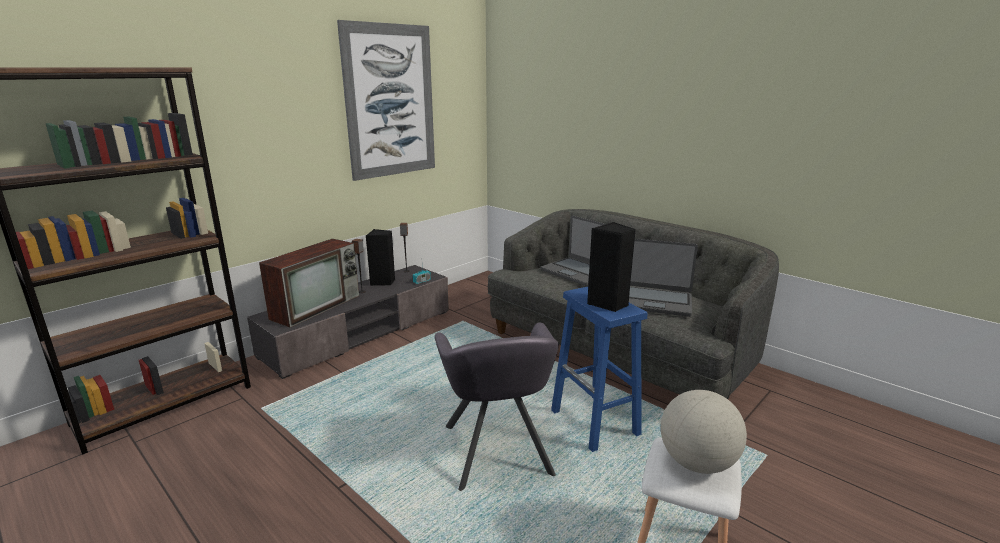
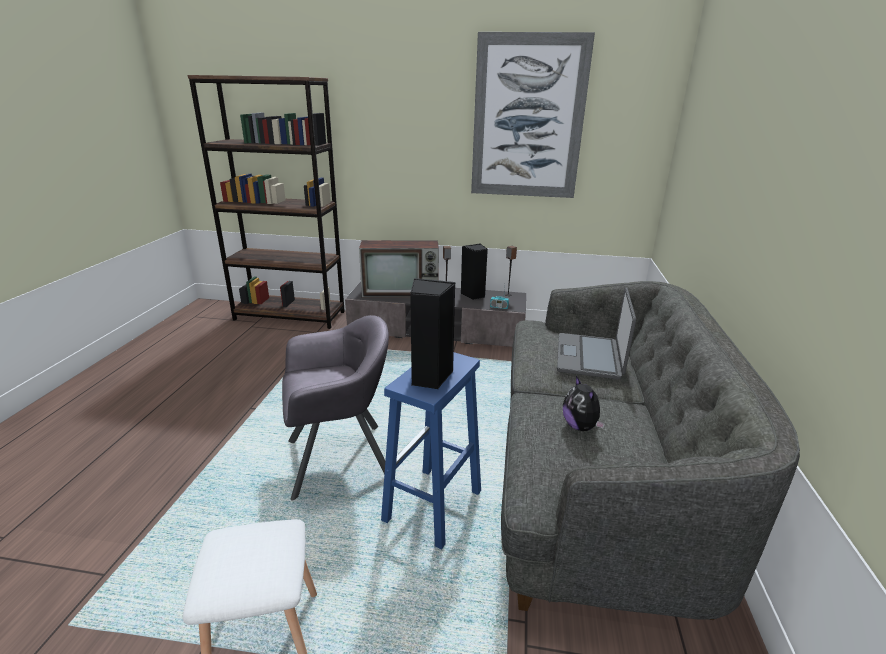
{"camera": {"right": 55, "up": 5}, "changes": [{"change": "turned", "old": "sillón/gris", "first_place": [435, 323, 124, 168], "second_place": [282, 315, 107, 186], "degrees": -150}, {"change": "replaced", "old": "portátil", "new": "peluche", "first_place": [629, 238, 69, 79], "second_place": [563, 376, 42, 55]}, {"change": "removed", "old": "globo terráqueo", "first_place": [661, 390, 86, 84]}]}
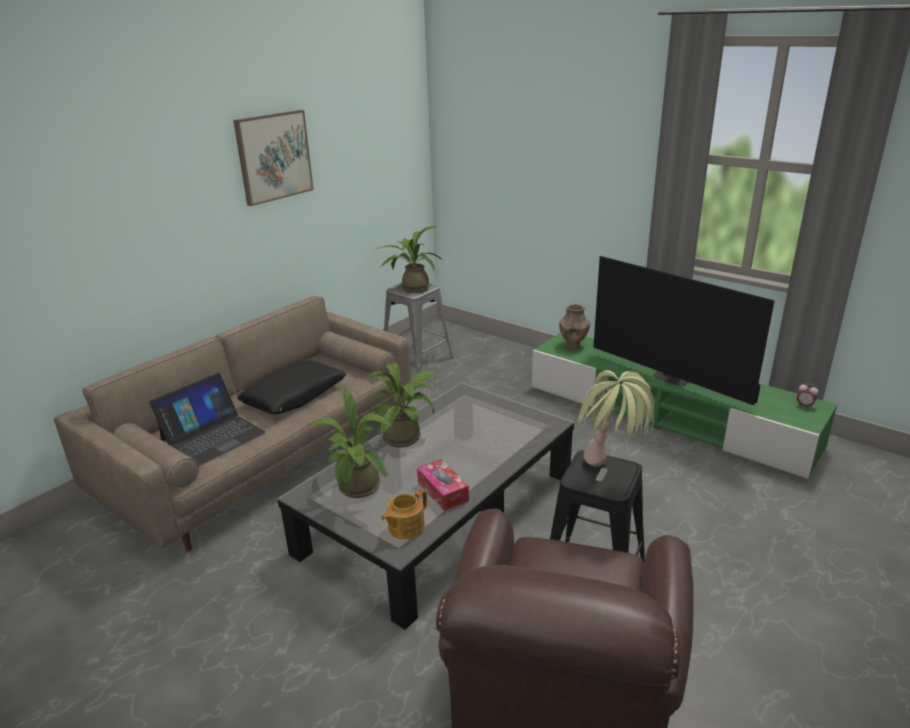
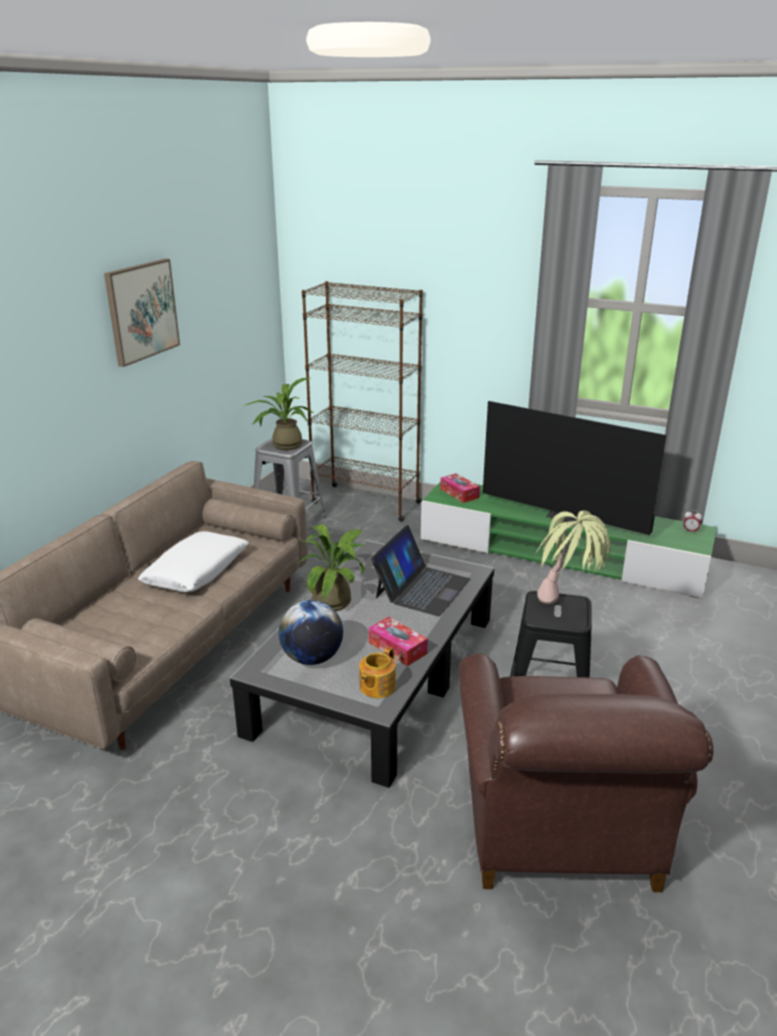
{"camera": {"right": -15, "up": 0}, "changes": [{"change": "recoloured", "old": "cojín/negro", "new": "cojín/blanco", "first_place": [237, 360, 109, 54], "second_place": [138, 531, 111, 61]}, {"change": "replaced", "old": "planta en maceta", "new": "globo terráqueo", "first_place": [307, 388, 86, 110], "second_place": [279, 600, 64, 65]}, {"change": "added", "new": "estantería/marrón", "second_place": [302, 281, 121, 241]}, {"change": "moved", "old": "portátil", "first_place": [149, 373, 117, 93], "second_place": [371, 525, 99, 91]}, {"change": "replaced", "old": "florero/marrón", "new": "caja de pañuelos", "first_place": [559, 304, 31, 46], "second_place": [440, 473, 40, 30]}]}
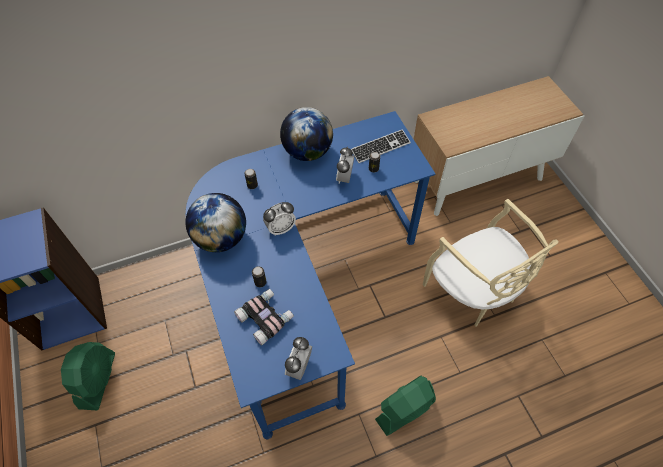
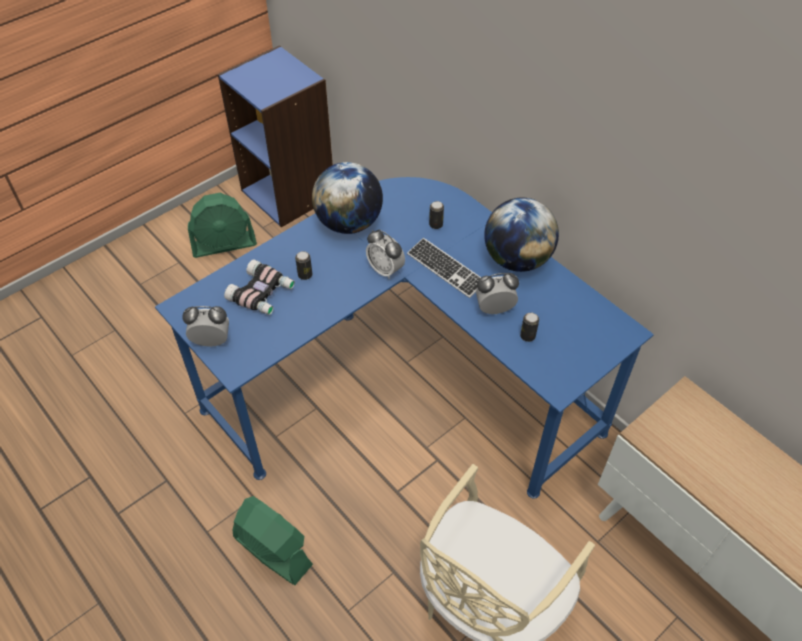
{"camera": {"right": 70, "up": -5}, "changes": [{"change": "moved", "old": "teclado", "first_place": [351, 129, 60, 34], "second_place": [407, 238, 74, 60]}]}
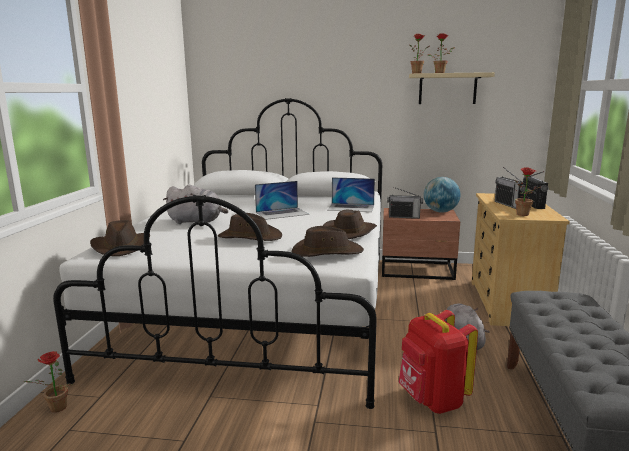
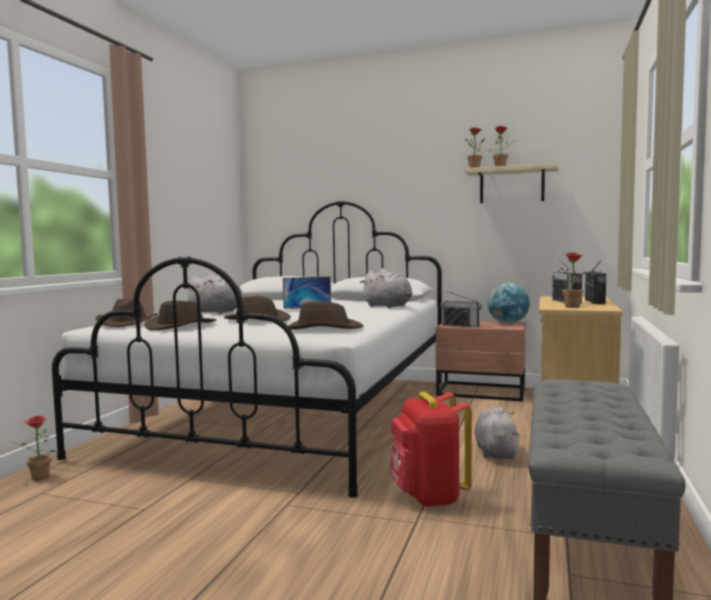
{"camera": {"right": 10, "up": -10}, "changes": [{"change": "moved", "old": "sombrero/marrón", "first_place": [323, 210, 54, 29], "second_place": [144, 301, 72, 29]}, {"change": "replaced", "old": "portátil", "new": "peluche/gris", "first_place": [327, 177, 48, 35], "second_place": [360, 268, 52, 40]}]}
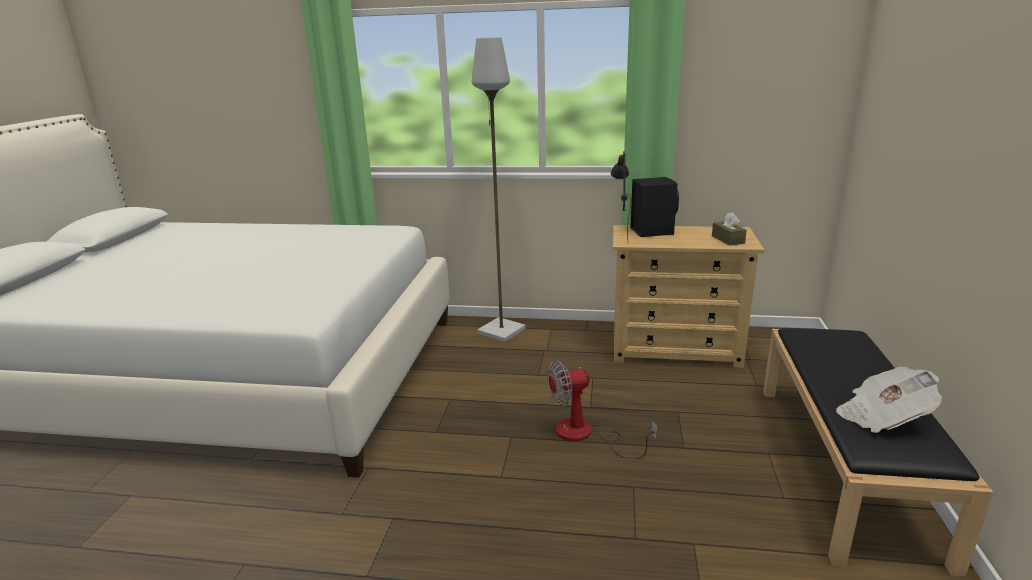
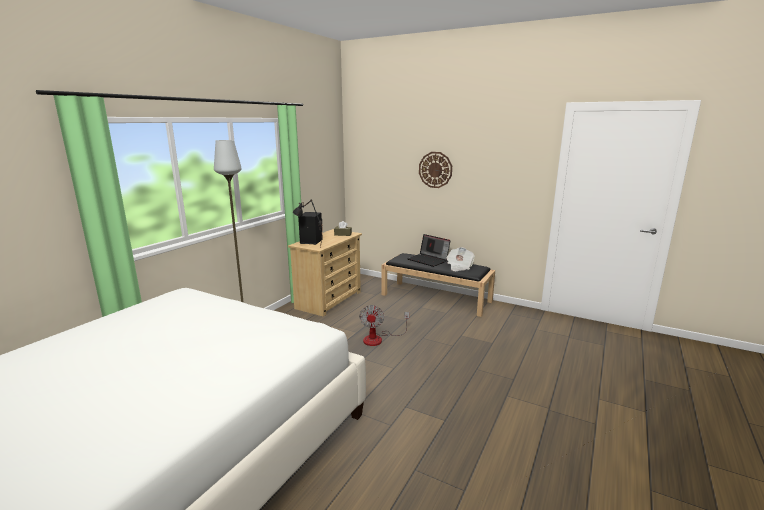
{"camera": {"right": -70, "up": -5}, "changes": [{"change": "added", "new": "portátil", "second_place": [407, 234, 44, 33]}, {"change": "added", "new": "reloj de pared", "second_place": [419, 152, 33, 36]}]}
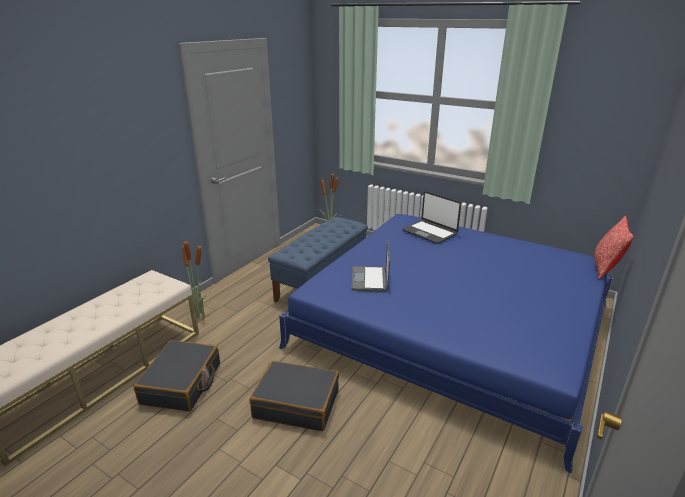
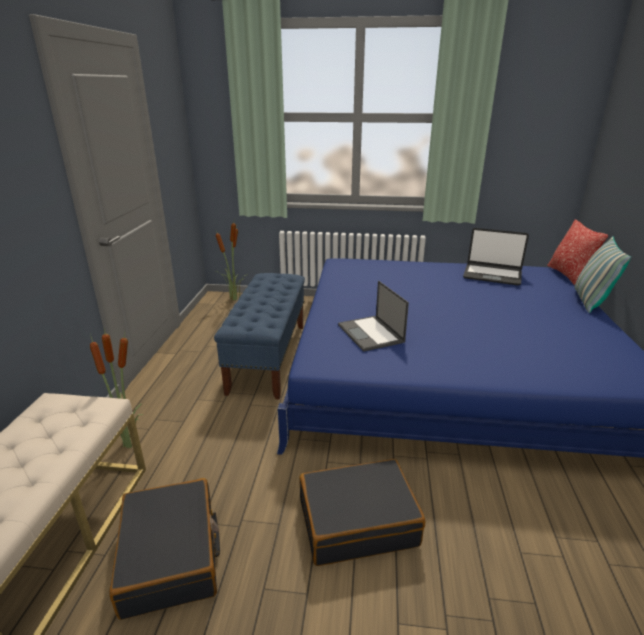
{"camera": {"right": -25, "up": 0}, "changes": [{"change": "moved", "old": "portátil", "first_place": [402, 191, 59, 53], "second_place": [463, 228, 66, 57]}, {"change": "added", "new": "cojín", "second_place": [575, 236, 56, 77]}]}
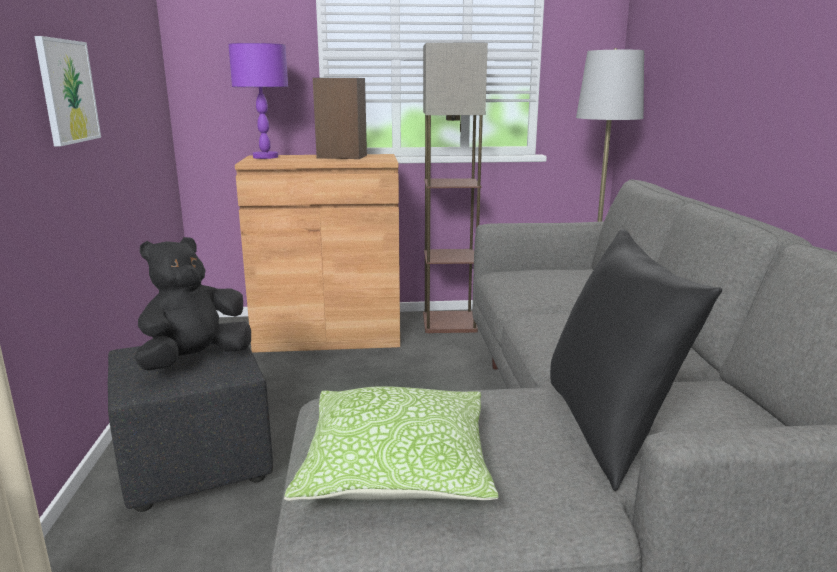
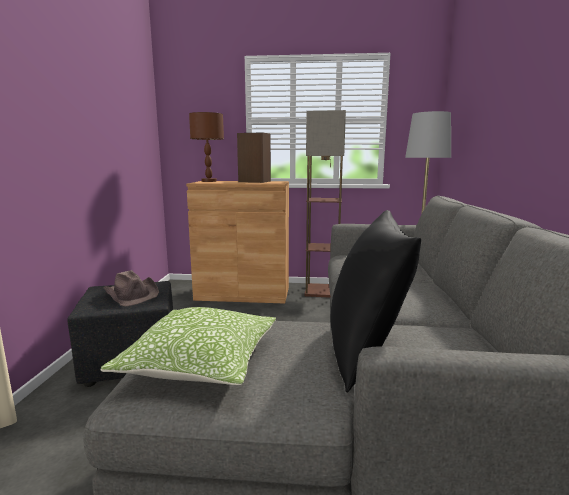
{"camera": {"right": 10, "up": -5}, "changes": [{"change": "replaced", "old": "peluche/negro", "new": "sombrero/marrón", "first_place": [135, 237, 116, 134], "second_place": [104, 270, 55, 36]}, {"change": "recoloured", "old": "lámpara de mesa/morado", "new": "lámpara de mesa/marrón", "first_place": [228, 43, 60, 116], "second_place": [189, 112, 35, 70]}, {"change": "removed", "old": "cuadro", "first_place": [34, 36, 67, 110]}]}
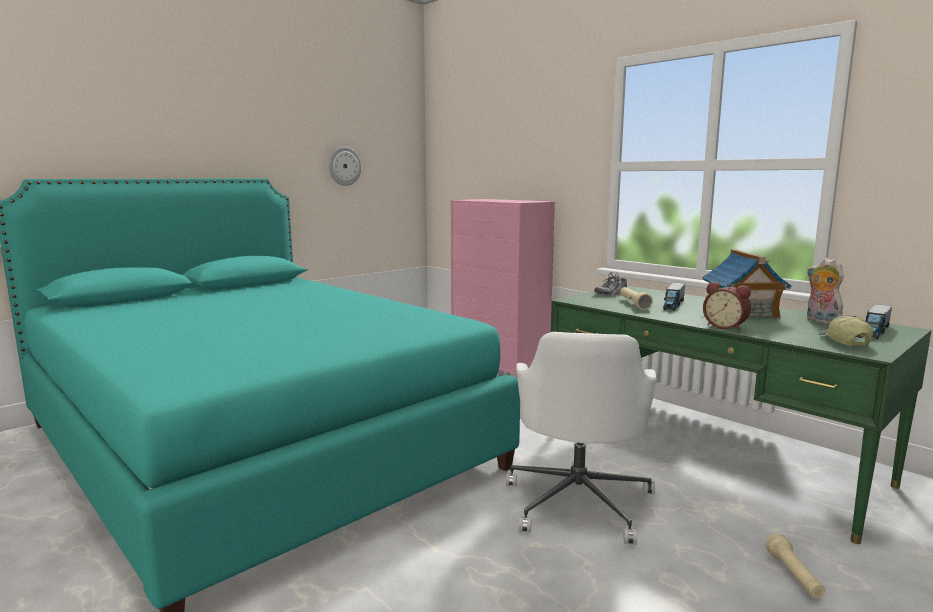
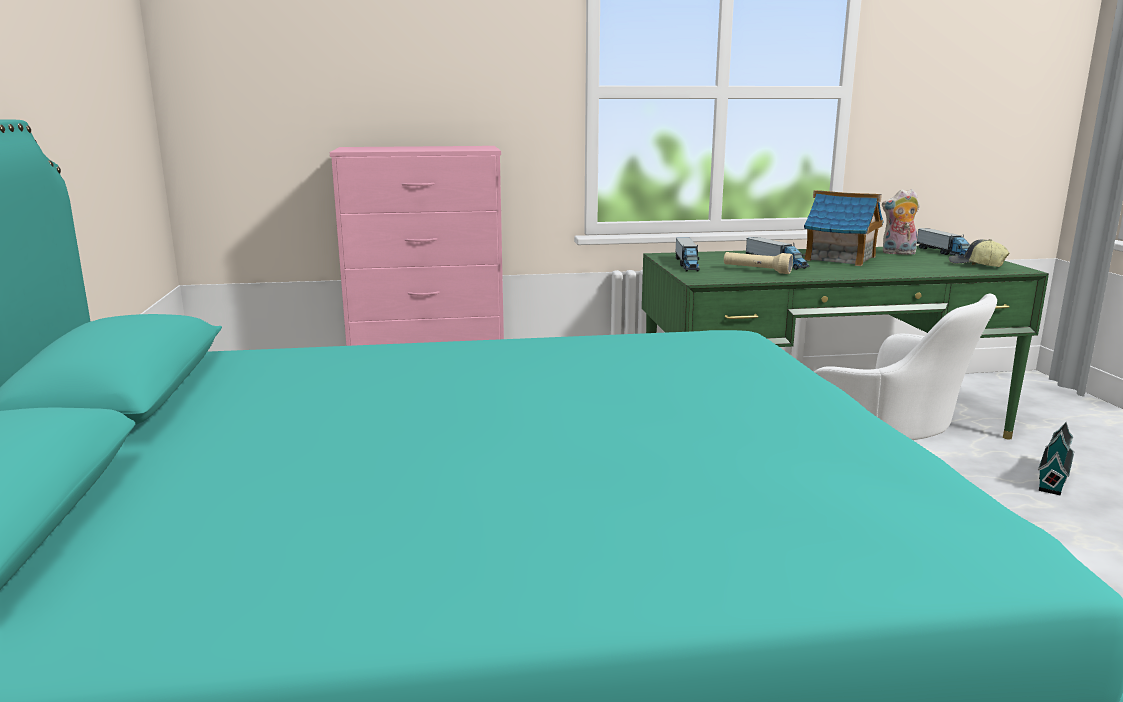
{"camera": {"right": -55, "up": 5}, "changes": [{"change": "replaced", "old": "zapato", "new": "camión de juguete", "first_place": [594, 272, 33, 24], "second_place": [676, 238, 24, 33]}, {"change": "replaced", "old": "linterna/beis", "new": "casita", "first_place": [766, 534, 59, 64], "second_place": [1038, 422, 37, 74]}, {"change": "removed", "old": "reloj de pared", "first_place": [328, 147, 34, 39]}, {"change": "removed", "old": "despertador", "first_place": [703, 282, 48, 49]}]}
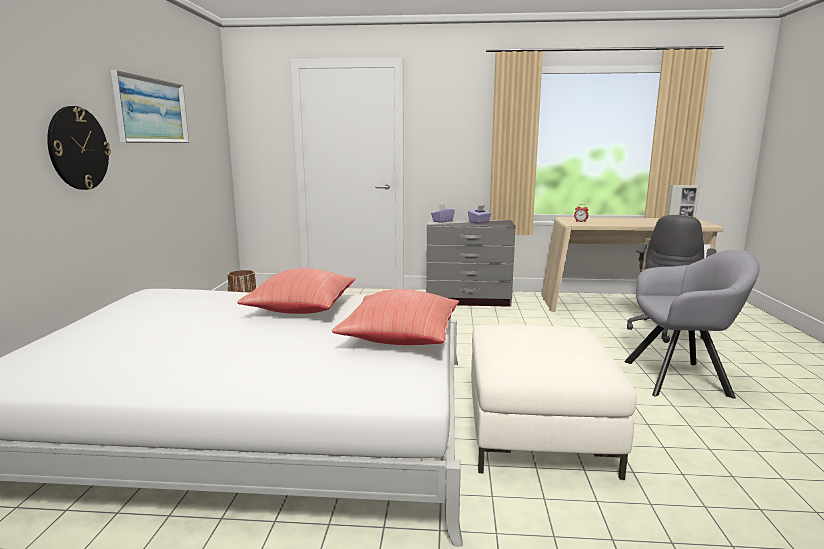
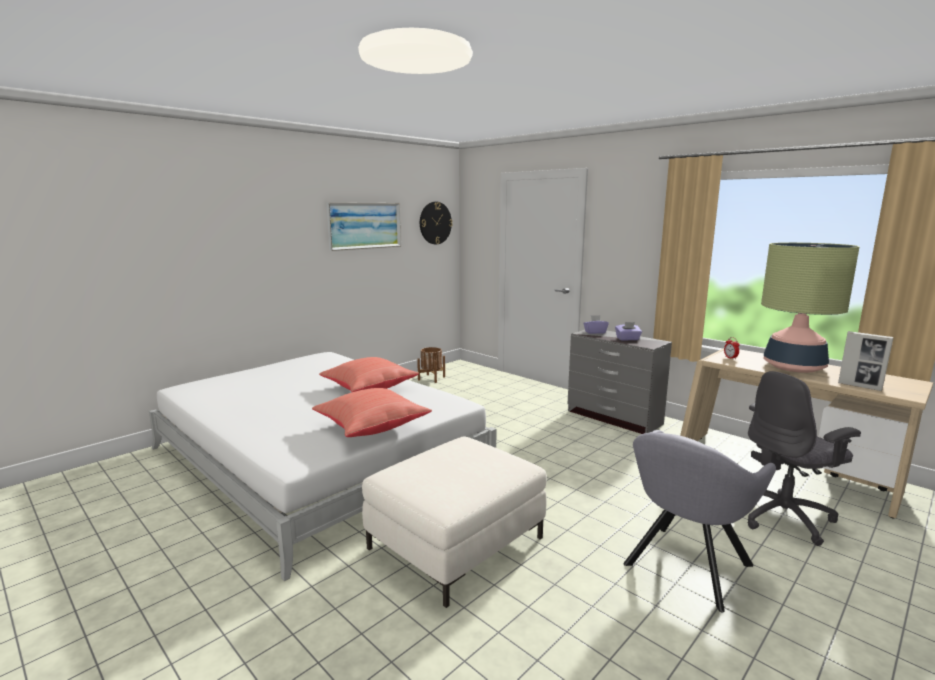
{"camera": {"right": 40, "up": 0}, "changes": [{"change": "moved", "old": "reloj de pared", "first_place": [47, 106, 64, 84], "second_place": [420, 202, 33, 42]}, {"change": "turned", "old": "sillón/gris", "first_place": [624, 250, 136, 149], "second_place": [624, 430, 152, 183], "degrees": 90}, {"change": "added", "new": "lámpara de mesa", "second_place": [761, 242, 99, 131]}]}
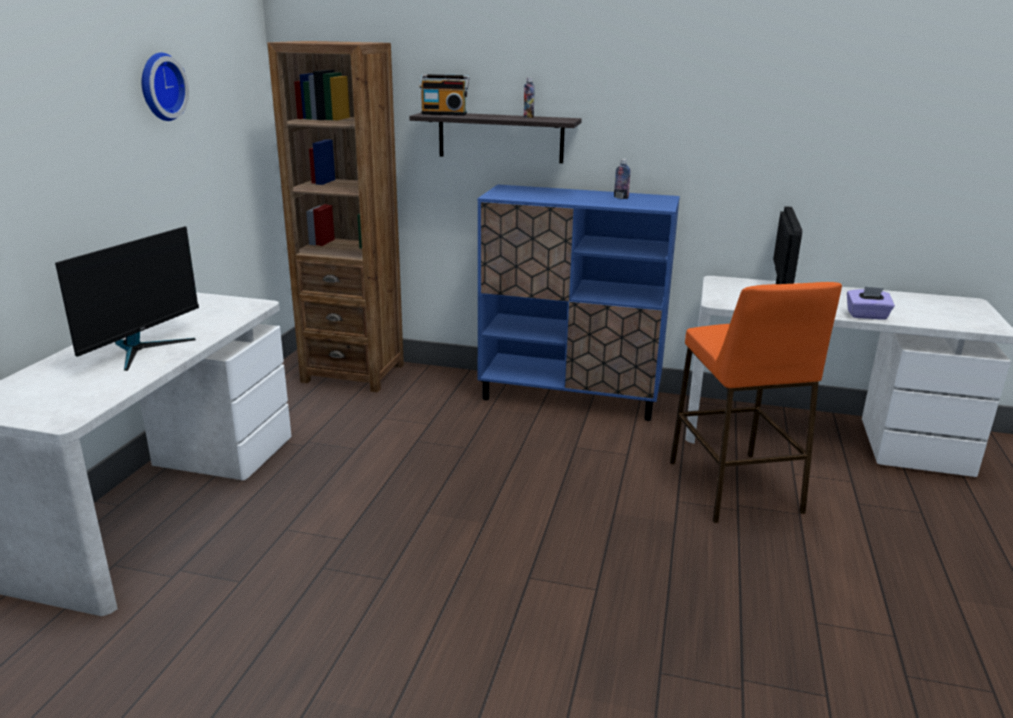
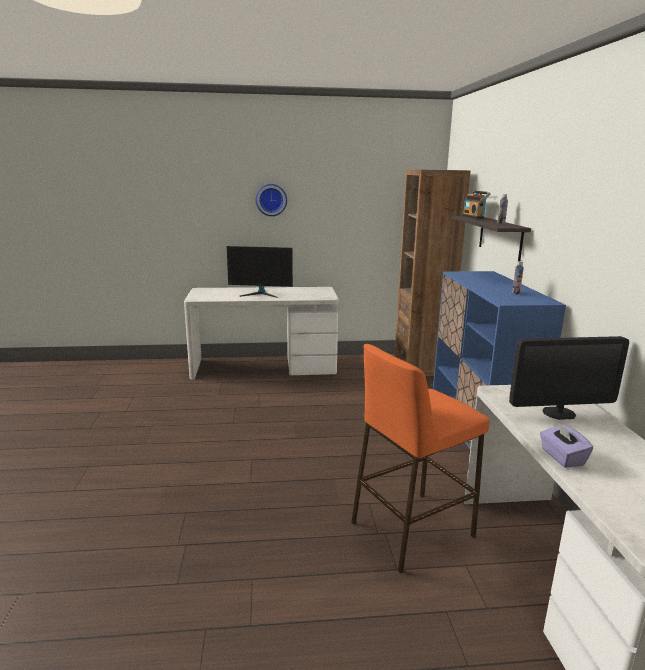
{"camera": {"right": 70, "up": -5}, "changes": [{"change": "moved", "old": "reloj de pared", "first_place": [142, 53, 47, 68], "second_place": [256, 184, 31, 32]}]}
